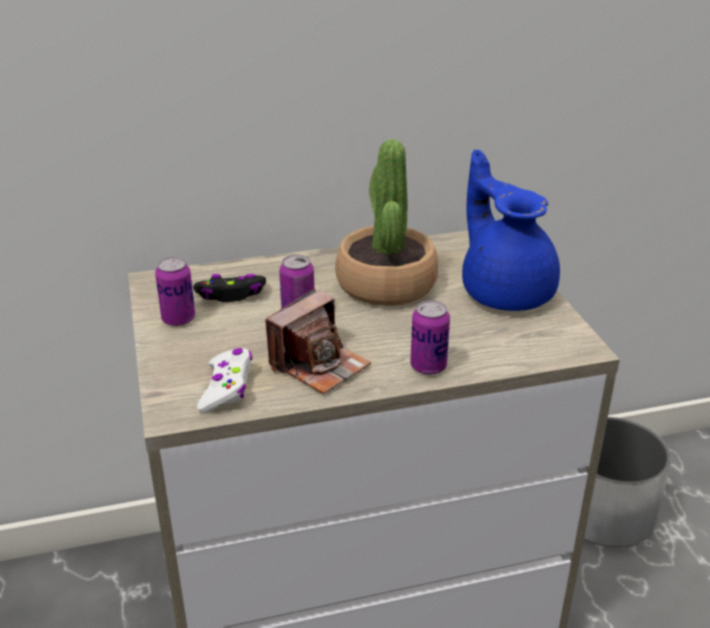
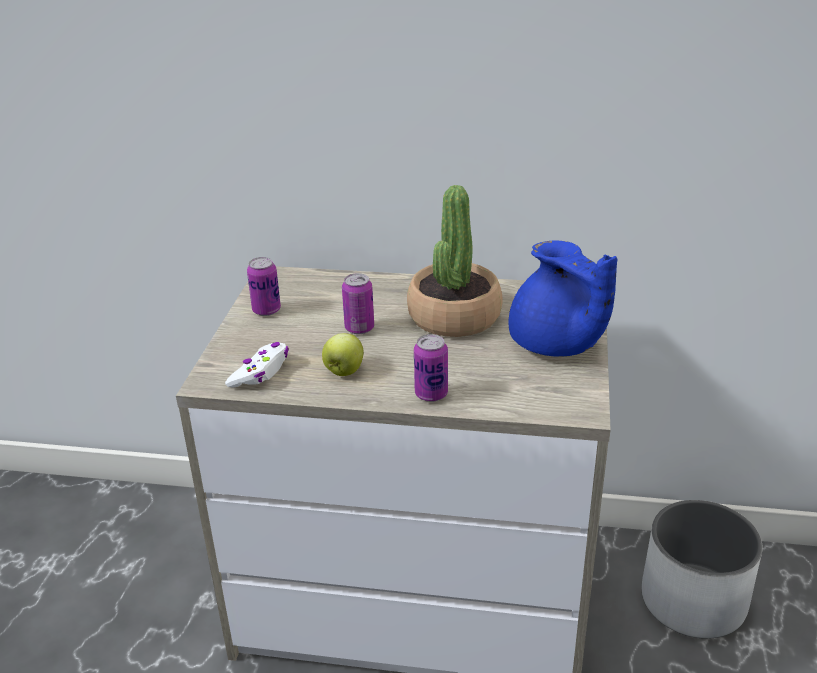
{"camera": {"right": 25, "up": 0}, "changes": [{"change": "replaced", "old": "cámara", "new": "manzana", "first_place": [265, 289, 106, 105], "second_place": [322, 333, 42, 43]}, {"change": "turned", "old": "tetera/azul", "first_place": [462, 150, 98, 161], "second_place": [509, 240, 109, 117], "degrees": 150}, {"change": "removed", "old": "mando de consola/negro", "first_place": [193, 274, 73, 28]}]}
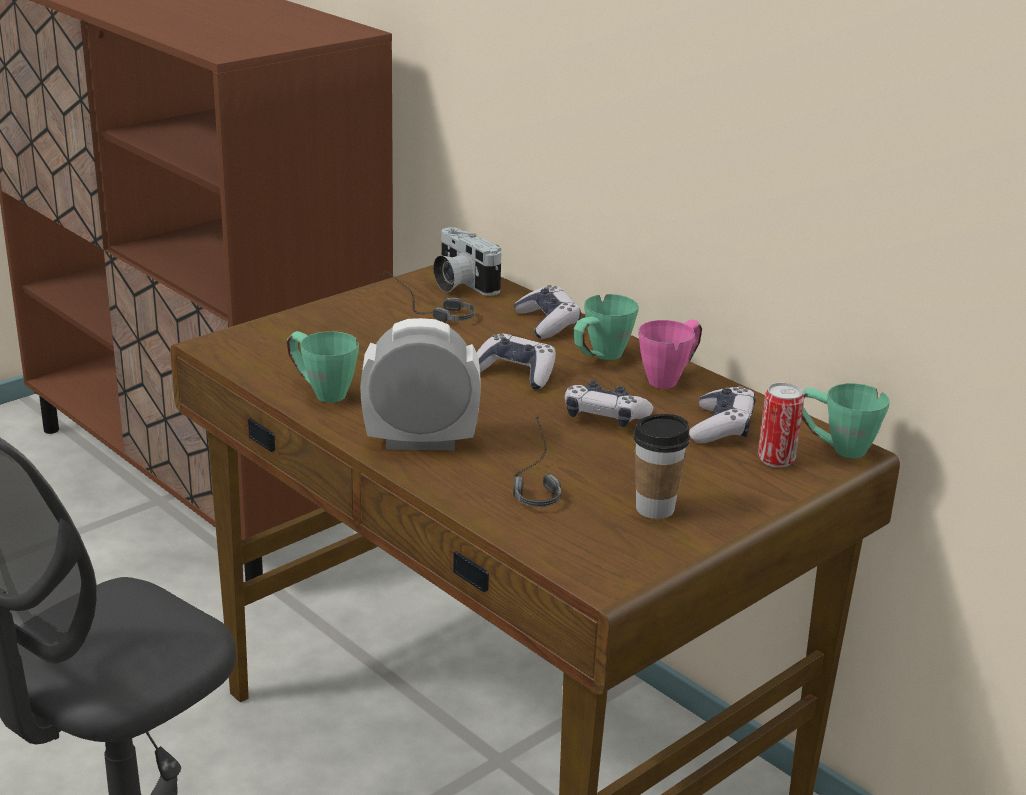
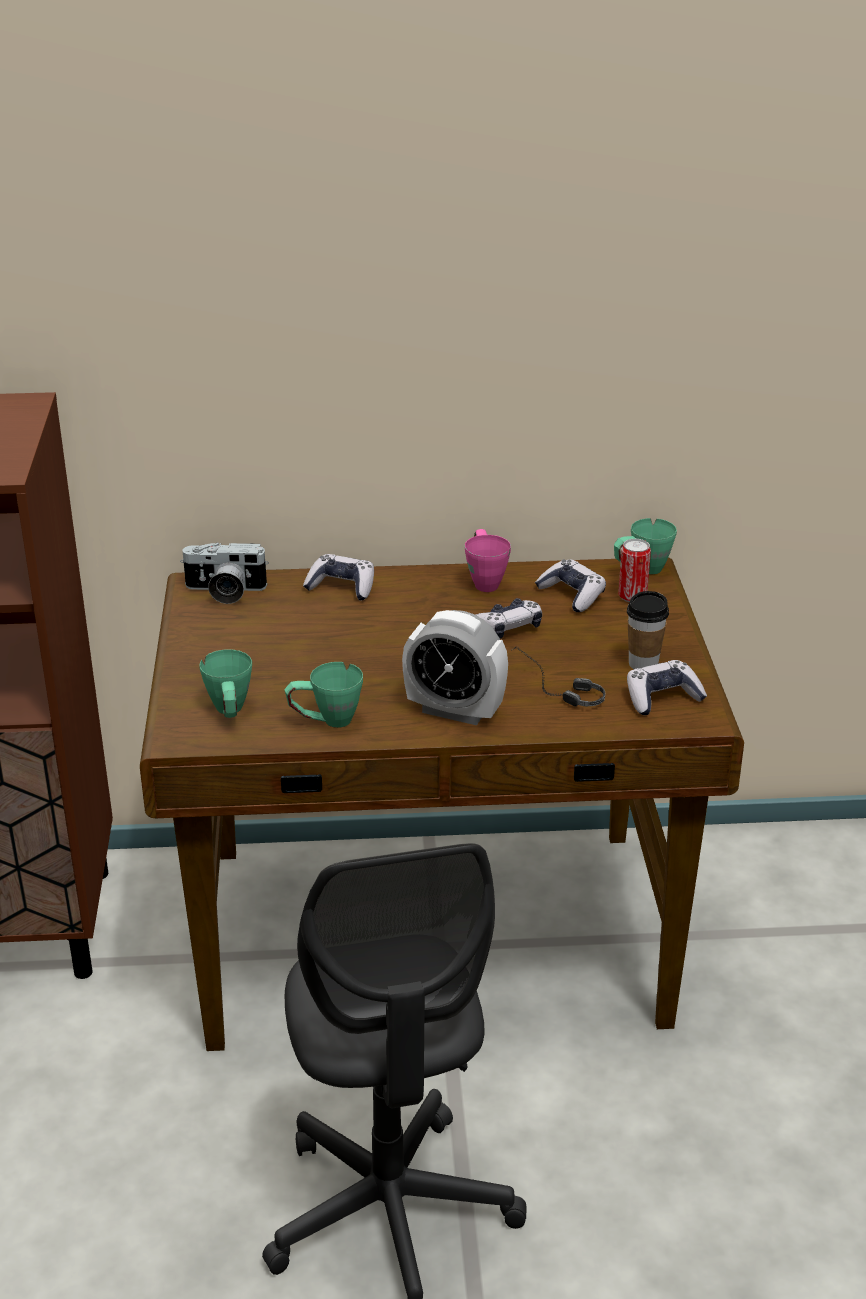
{"camera": {"right": -50, "up": 5}, "changes": [{"change": "moved", "old": "taza grande/verde", "first_place": [574, 294, 65, 66], "second_place": [199, 649, 53, 69]}, {"change": "turned", "old": "despertador", "first_place": [360, 318, 121, 132], "second_place": [402, 610, 106, 115], "degrees": -105}, {"change": "moved", "old": "mando de consola", "first_place": [476, 334, 80, 56], "second_place": [627, 660, 80, 55]}, {"change": "removed", "old": "auriculares", "first_place": [382, 271, 93, 51]}]}
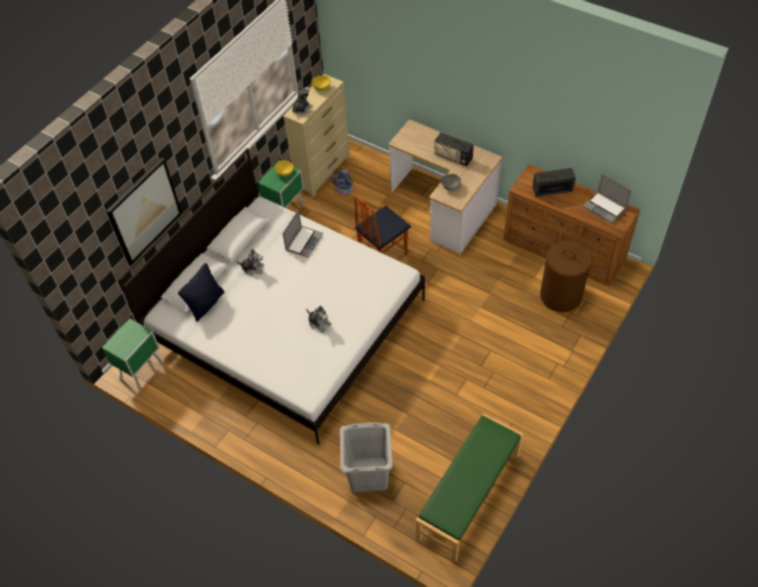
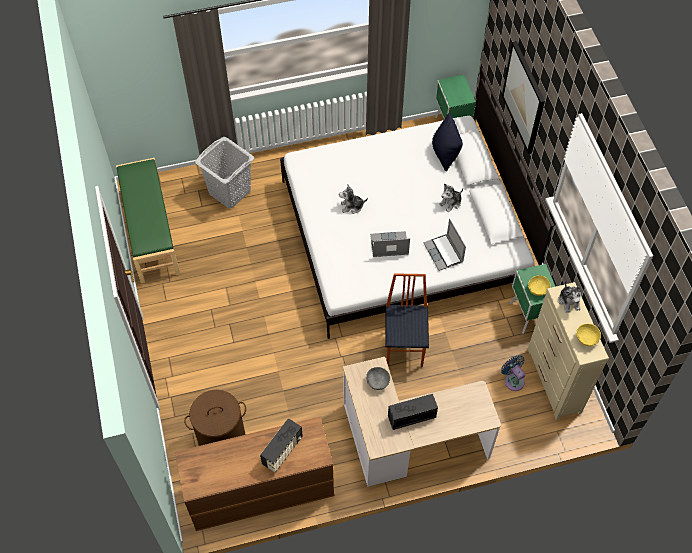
{"camera": {"right": 130, "up": 5}, "changes": [{"change": "moved", "old": "portátil", "first_place": [583, 174, 49, 49], "second_place": [370, 231, 40, 26]}]}
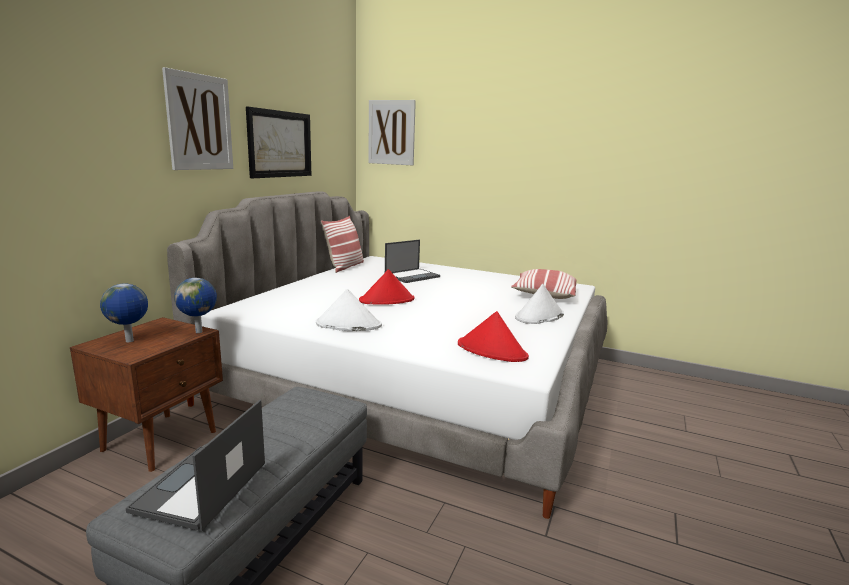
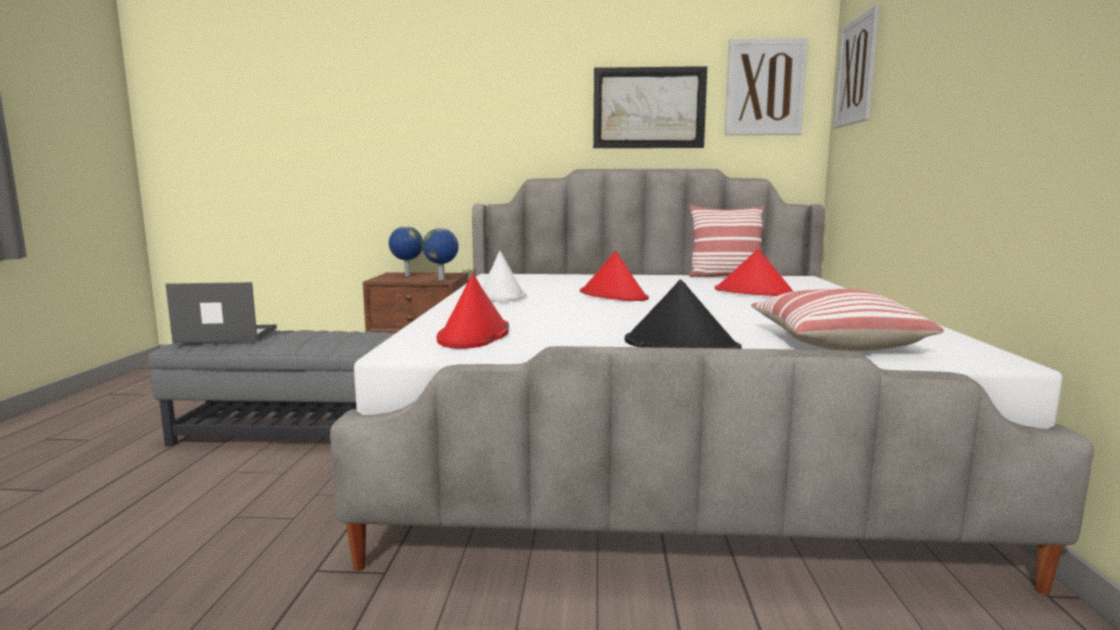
{"camera": {"right": 70, "up": -5}, "changes": [{"change": "recoloured", "old": "sombrero/blanco", "new": "sombrero/negro", "first_place": [515, 284, 49, 40], "second_place": [625, 280, 117, 69]}, {"change": "replaced", "old": "portátil", "new": "sombrero/rojo", "first_place": [385, 240, 55, 43], "second_place": [715, 249, 78, 47]}, {"change": "moved", "old": "cuadro", "first_place": [162, 67, 71, 103], "second_place": [725, 38, 83, 97]}]}
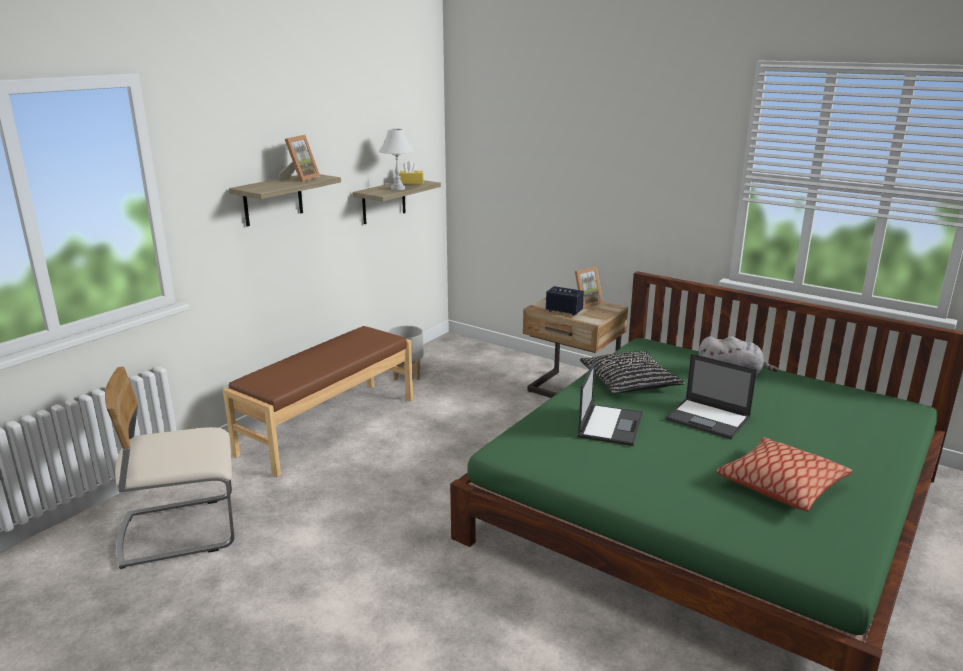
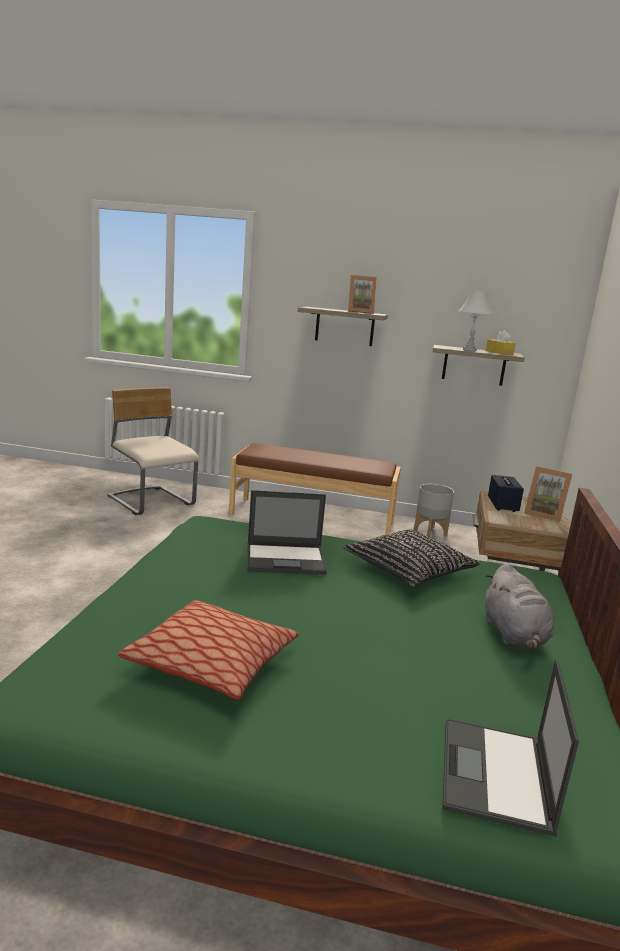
{"camera": {"right": 65, "up": -5}, "changes": [{"change": "moved", "old": "portátil", "first_place": [666, 354, 91, 85], "second_place": [442, 659, 137, 178]}]}
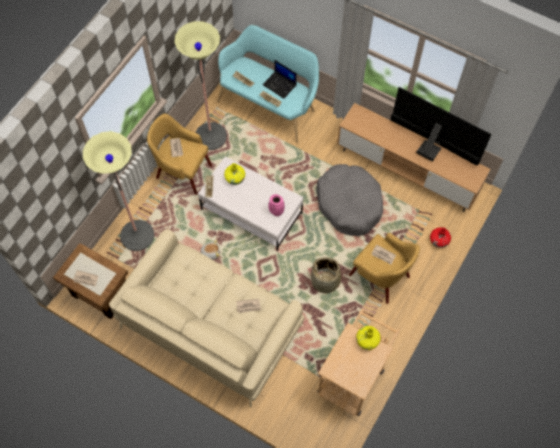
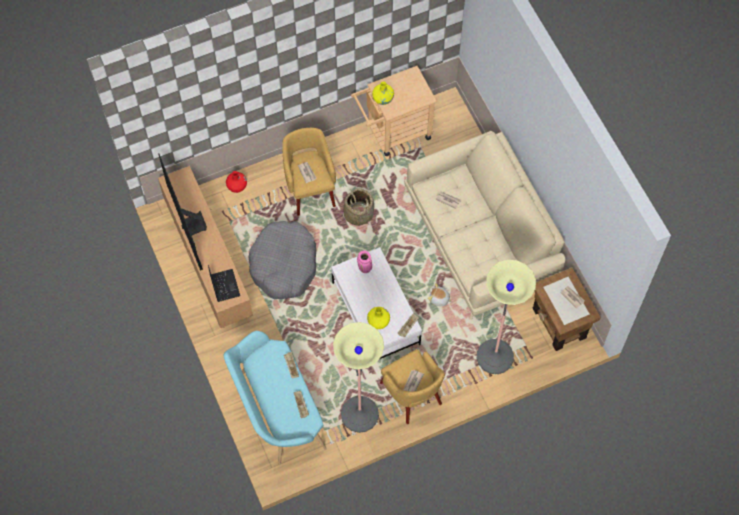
{"camera": {"right": -145, "up": 0}, "changes": [{"change": "moved", "old": "portátil", "first_place": [263, 60, 34, 39], "second_place": [208, 265, 32, 37]}]}
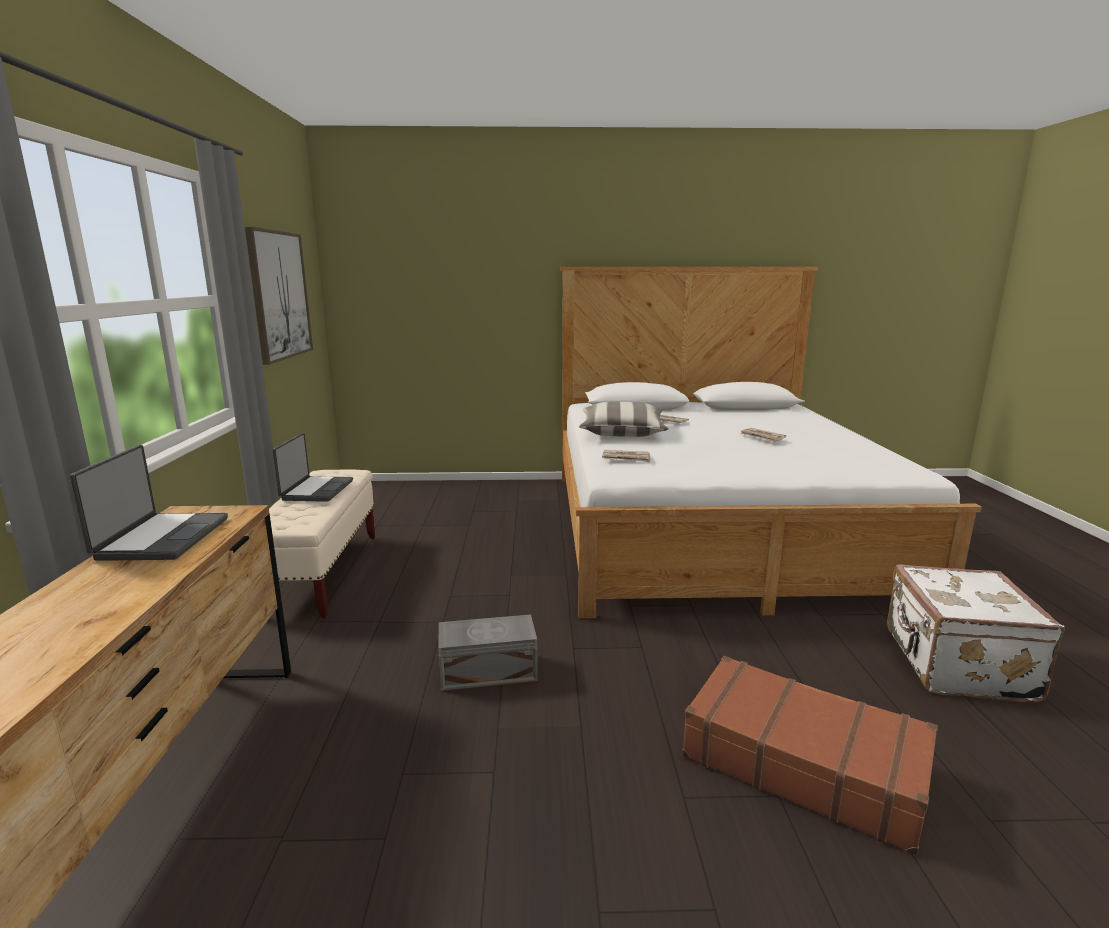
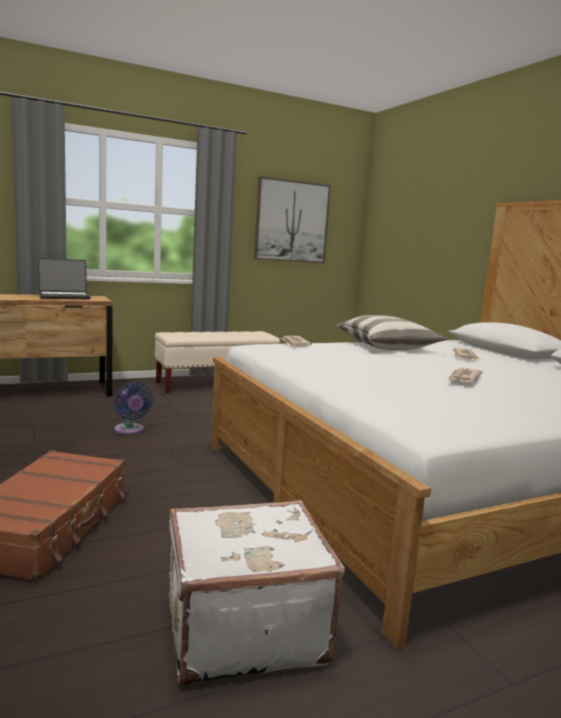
{"camera": {"right": 65, "up": -5}, "changes": [{"change": "replaced", "old": "caja de almacenaje/gris", "new": "ventilador/azul", "first_place": [438, 614, 100, 77], "second_place": [114, 382, 39, 52]}, {"change": "removed", "old": "portátil", "first_place": [272, 433, 81, 69]}]}
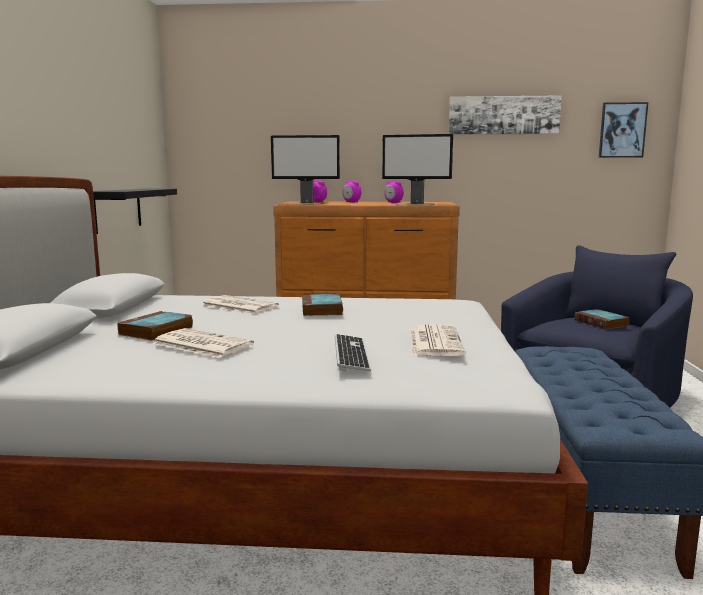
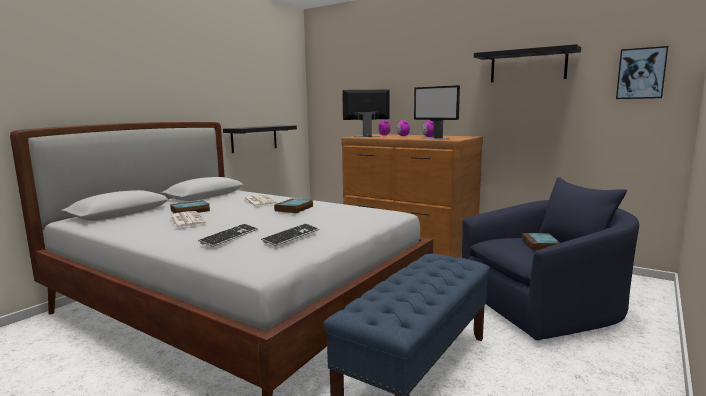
{"camera": {"right": 30, "up": 0}, "changes": [{"change": "replaced", "old": "periódico", "new": "teclado", "first_place": [410, 324, 56, 32], "second_place": [261, 223, 58, 23]}, {"change": "turned", "old": "monitor", "first_place": [271, 135, 69, 69], "second_place": [342, 90, 47, 47], "degrees": 135}, {"change": "replaced", "old": "cuadro", "new": "estante/negro", "first_place": [449, 96, 113, 38], "second_place": [474, 44, 107, 38]}]}
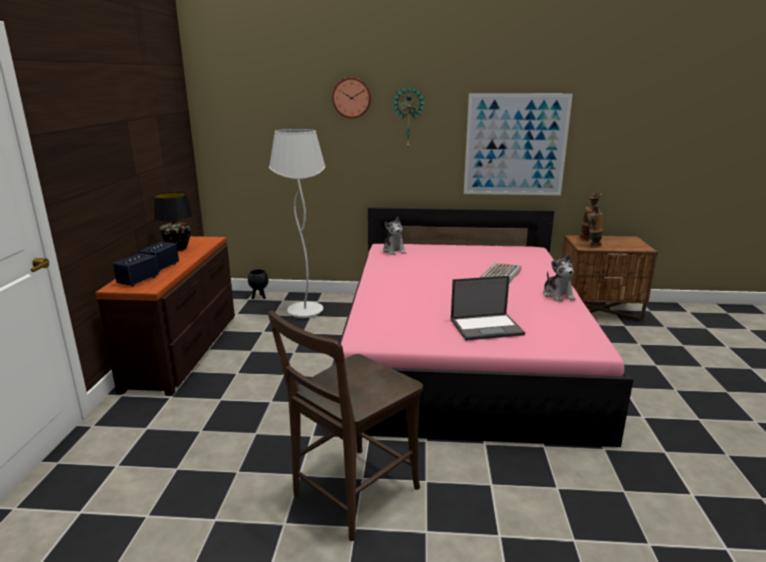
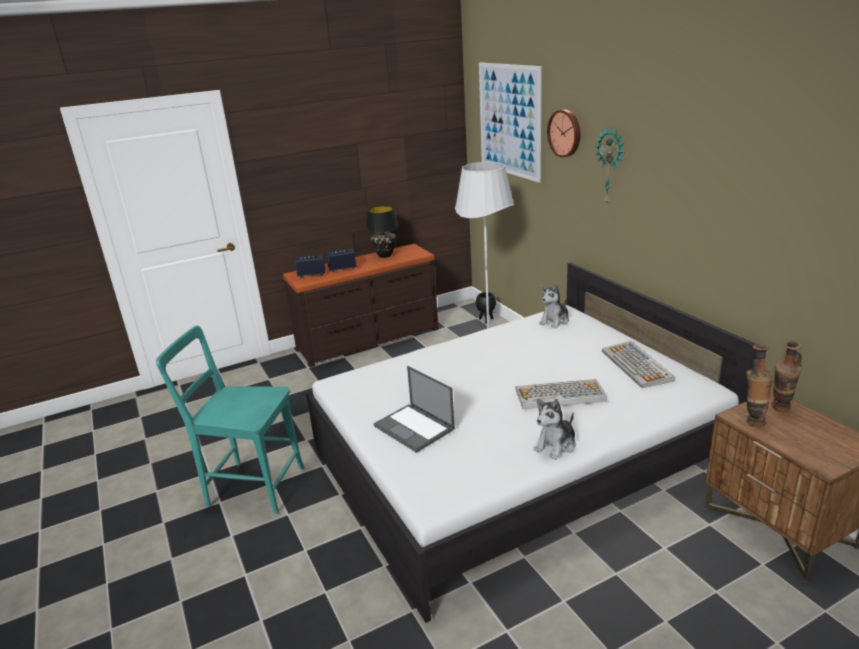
{"camera": {"right": 60, "up": 5}, "changes": [{"change": "recoloured", "old": "silla/marrón", "new": "silla/turquesa", "first_place": [268, 311, 155, 230], "second_place": [156, 326, 149, 188]}, {"change": "recoloured", "old": "cama/rosa", "new": "cama/blanco", "first_place": [330, 207, 304, 240], "second_place": [306, 262, 452, 361]}, {"change": "moved", "old": "cuadro", "first_place": [464, 93, 109, 102], "second_place": [479, 62, 63, 121]}, {"change": "added", "new": "teclado", "second_place": [602, 341, 73, 47]}]}
